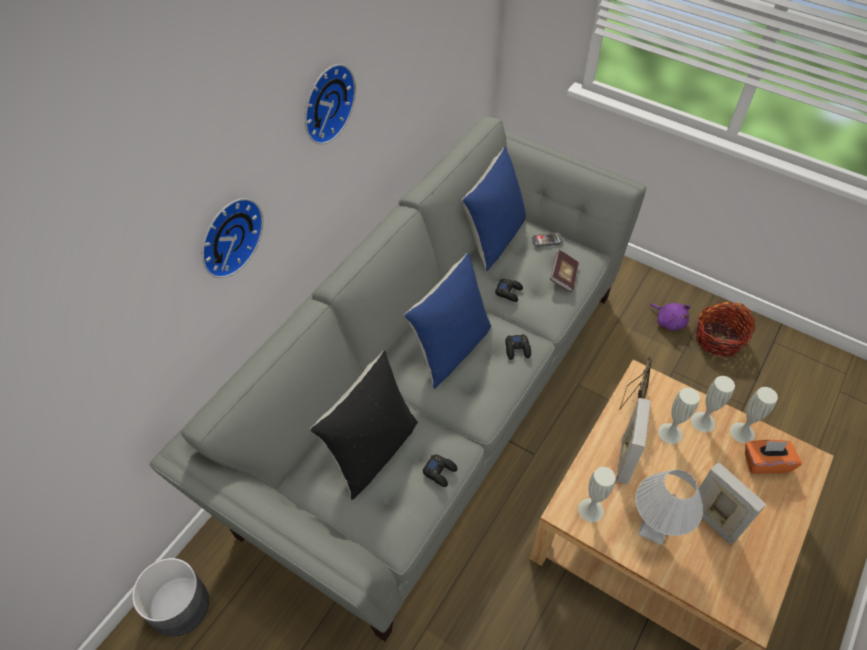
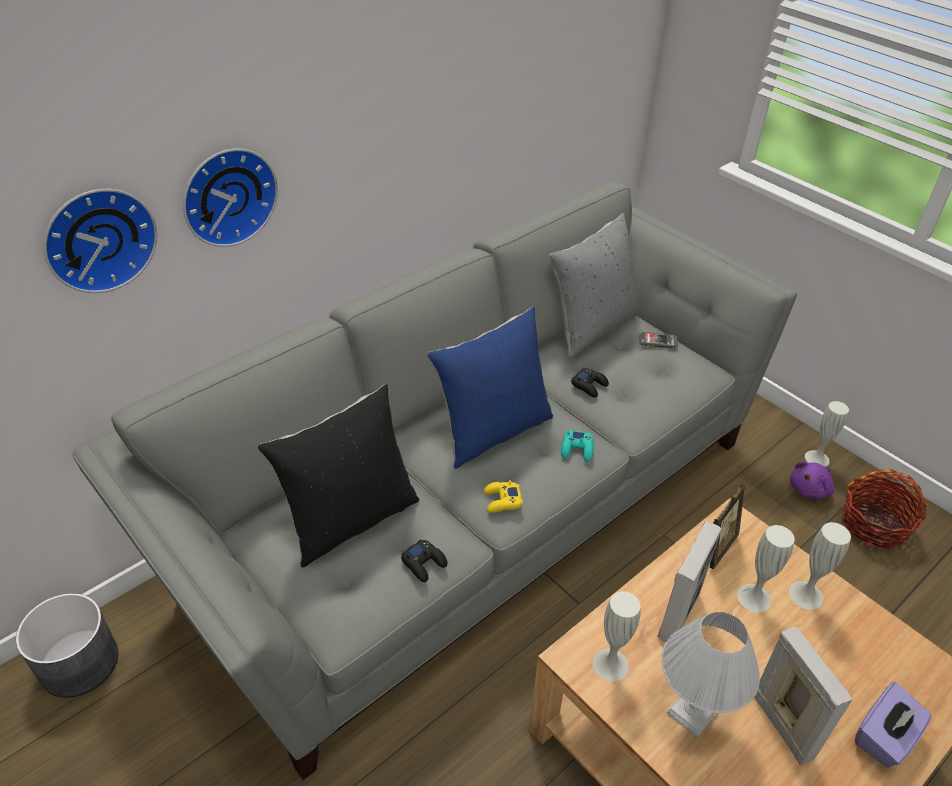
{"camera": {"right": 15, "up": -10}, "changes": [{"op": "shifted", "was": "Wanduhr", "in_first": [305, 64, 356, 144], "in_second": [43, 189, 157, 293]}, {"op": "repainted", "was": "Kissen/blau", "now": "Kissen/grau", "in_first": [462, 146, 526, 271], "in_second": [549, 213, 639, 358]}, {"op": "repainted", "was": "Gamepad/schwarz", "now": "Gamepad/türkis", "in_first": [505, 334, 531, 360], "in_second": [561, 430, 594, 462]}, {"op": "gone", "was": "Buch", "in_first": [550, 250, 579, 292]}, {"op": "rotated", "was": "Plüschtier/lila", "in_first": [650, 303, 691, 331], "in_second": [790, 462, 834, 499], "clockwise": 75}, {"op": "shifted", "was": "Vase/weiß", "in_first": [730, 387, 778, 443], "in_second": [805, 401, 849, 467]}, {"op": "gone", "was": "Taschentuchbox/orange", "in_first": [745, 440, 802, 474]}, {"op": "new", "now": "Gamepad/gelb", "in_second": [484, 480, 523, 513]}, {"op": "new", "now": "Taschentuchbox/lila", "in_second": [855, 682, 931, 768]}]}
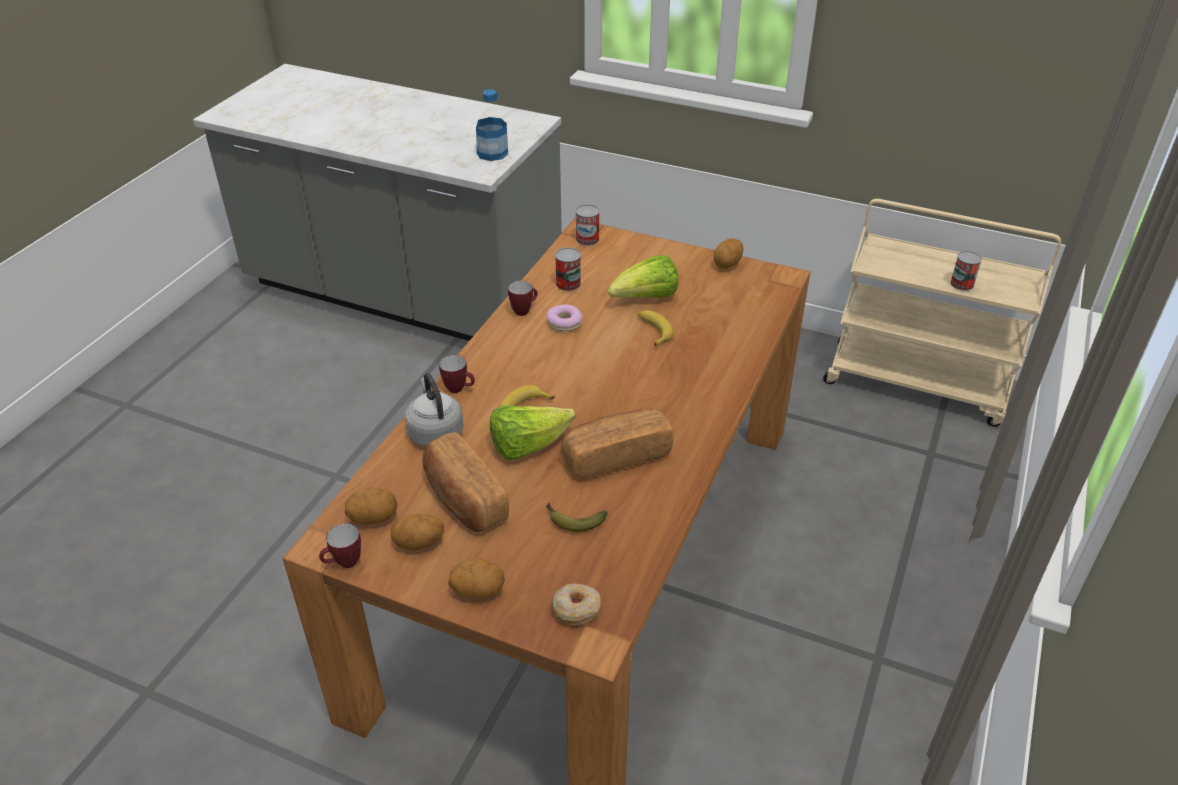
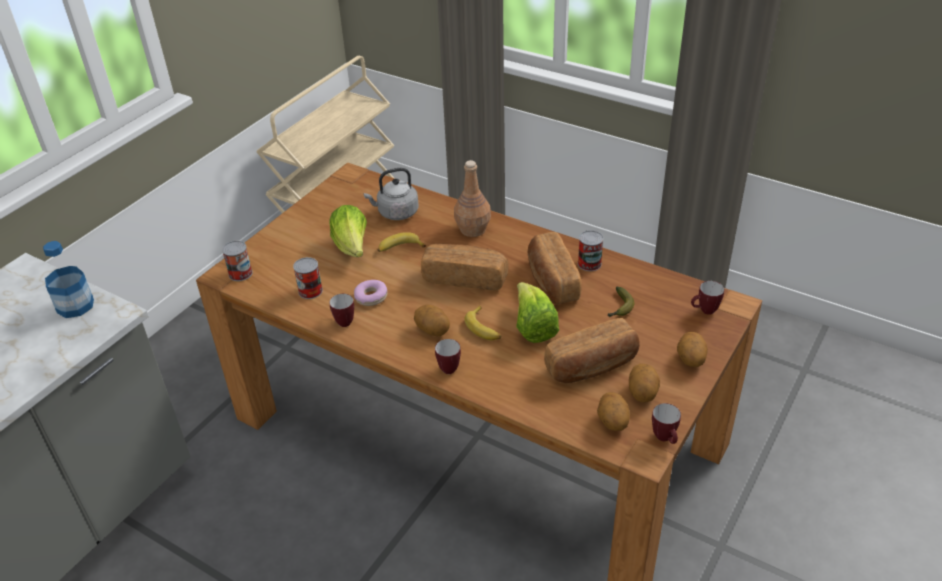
{"camera": {"right": -80, "up": 0}, "changes": [{"op": "shifted", "was": "Wasserkessel/grau", "in_first": [405, 373, 464, 447], "in_second": [364, 168, 419, 220]}, {"op": "swapped", "was": "Donut", "now": "Henkelbecher", "in_first": [551, 583, 601, 625], "in_second": [691, 281, 724, 315]}, {"op": "shifted", "was": "Kartoffel", "in_first": [714, 238, 743, 269], "in_second": [414, 305, 450, 336]}, {"op": "shifted", "was": "Dose", "in_first": [950, 251, 982, 291], "in_second": [578, 230, 604, 271]}, {"op": "new", "now": "Brot", "in_second": [421, 243, 509, 290]}, {"op": "new", "now": "Flasche/braun", "in_second": [454, 160, 491, 237]}]}
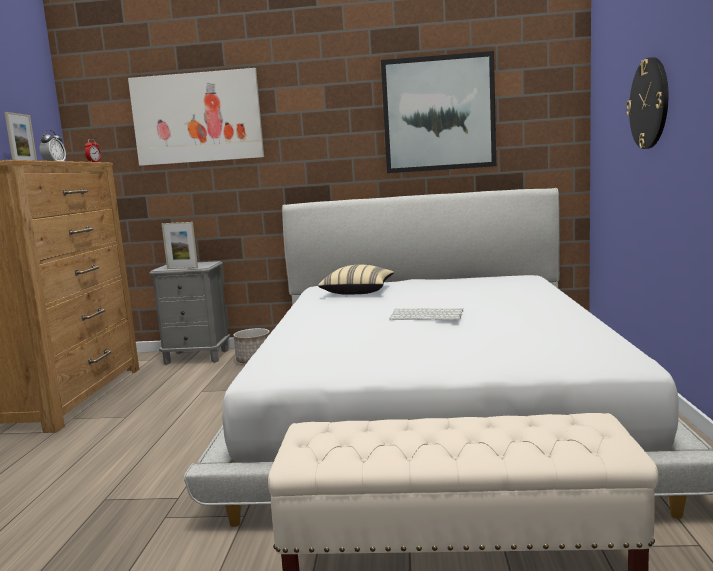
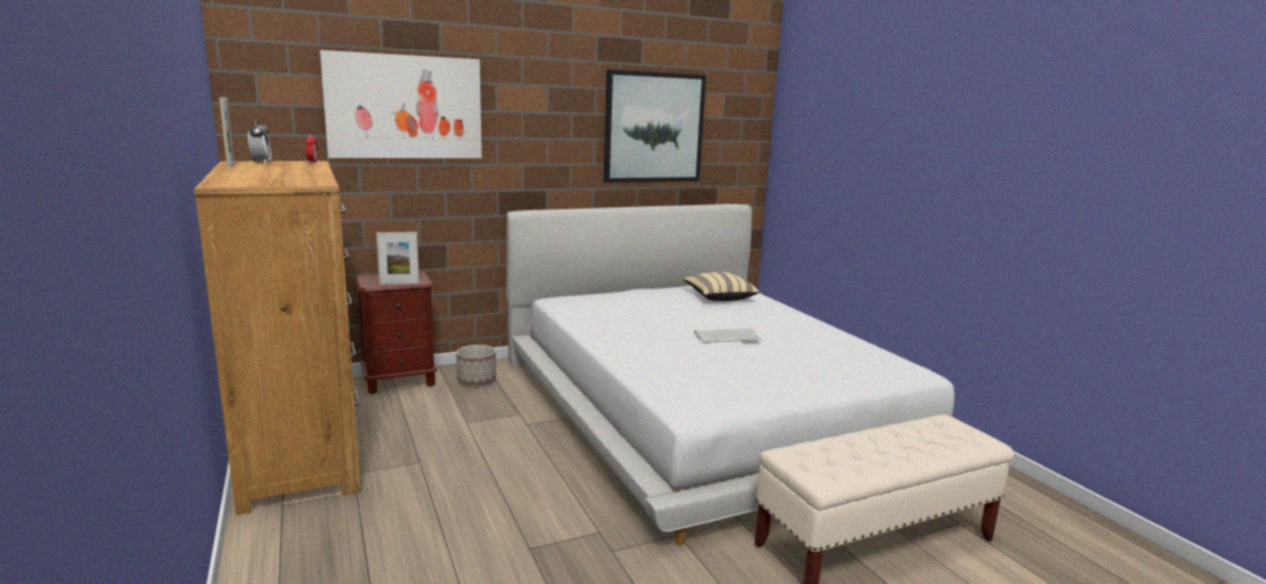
{"camera": {"right": -30, "up": 5}, "changes": [{"op": "repainted", "was": "Nachttisch/grau", "now": "Nachttisch/braun", "in_first": [149, 261, 231, 365], "in_second": [355, 271, 437, 394]}, {"op": "shifted", "was": "Kissen/beige", "in_first": [318, 265, 394, 294], "in_second": [683, 272, 760, 301]}, {"op": "gone", "was": "Wanduhr", "in_first": [626, 57, 668, 149]}]}
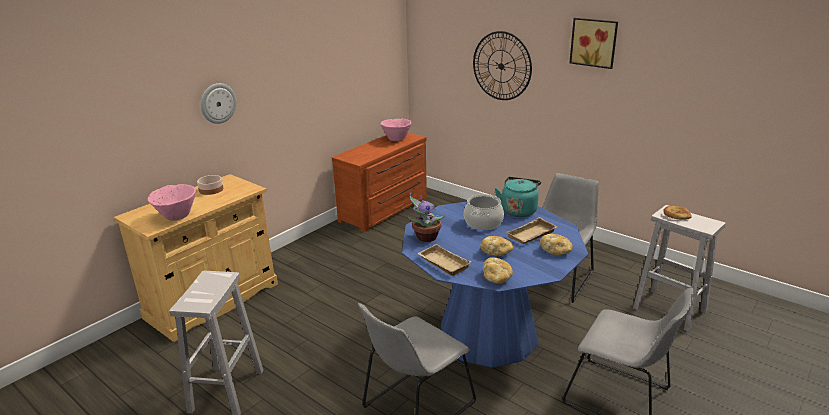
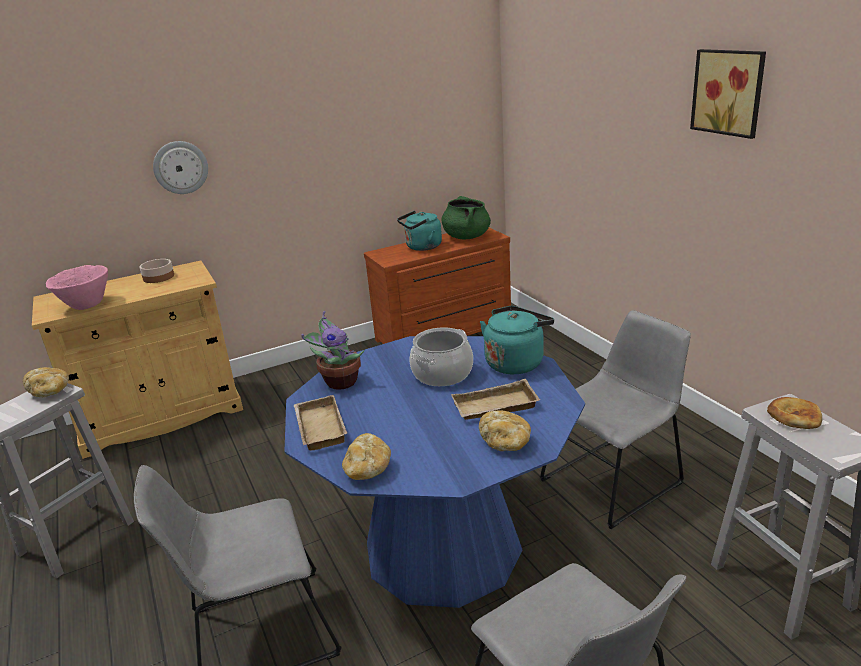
{"camera": {"right": 25, "up": 0}, "changes": [{"op": "swapped", "was": "Schüssel/rosa", "now": "Kochtopf/grün", "in_first": [380, 119, 411, 141], "in_second": [441, 196, 491, 239]}, {"op": "gone", "was": "Wanduhr", "in_first": [473, 31, 532, 100]}, {"op": "shifted", "was": "Brot", "in_first": [480, 236, 513, 256], "in_second": [23, 367, 69, 397]}, {"op": "new", "now": "Wasserkessel/türkis", "in_second": [397, 211, 442, 251]}]}
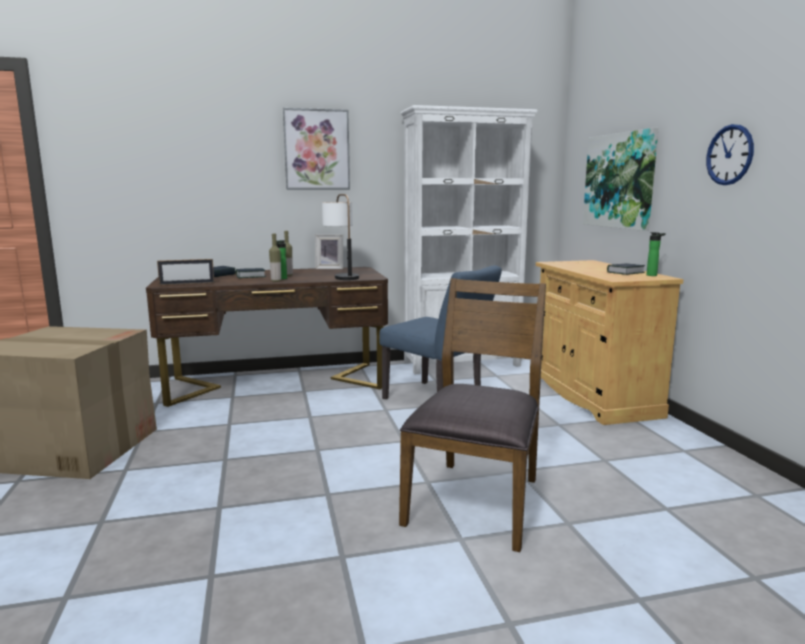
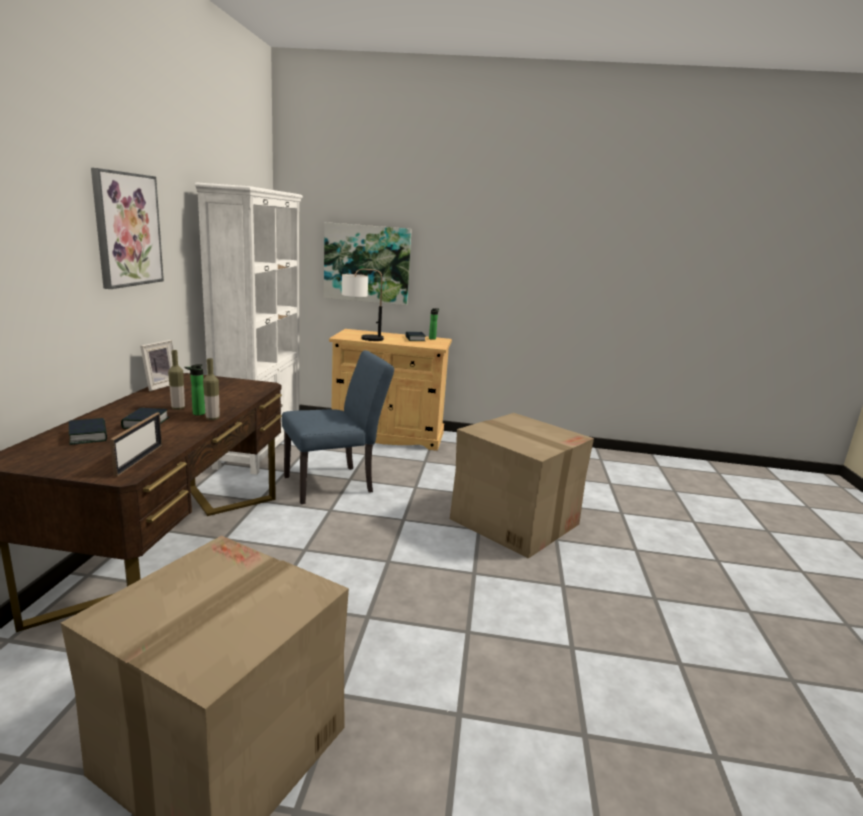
{"camera": {"right": -70, "up": 5}, "changes": [{"op": "shifted", "was": "Tischlampe", "in_first": [322, 194, 359, 280], "in_second": [342, 269, 384, 341]}, {"op": "swapped", "was": "Stuhl/braun", "now": "Karton", "in_first": [399, 278, 546, 552], "in_second": [450, 413, 594, 558]}, {"op": "gone", "was": "Wanduhr", "in_first": [706, 124, 754, 185]}]}
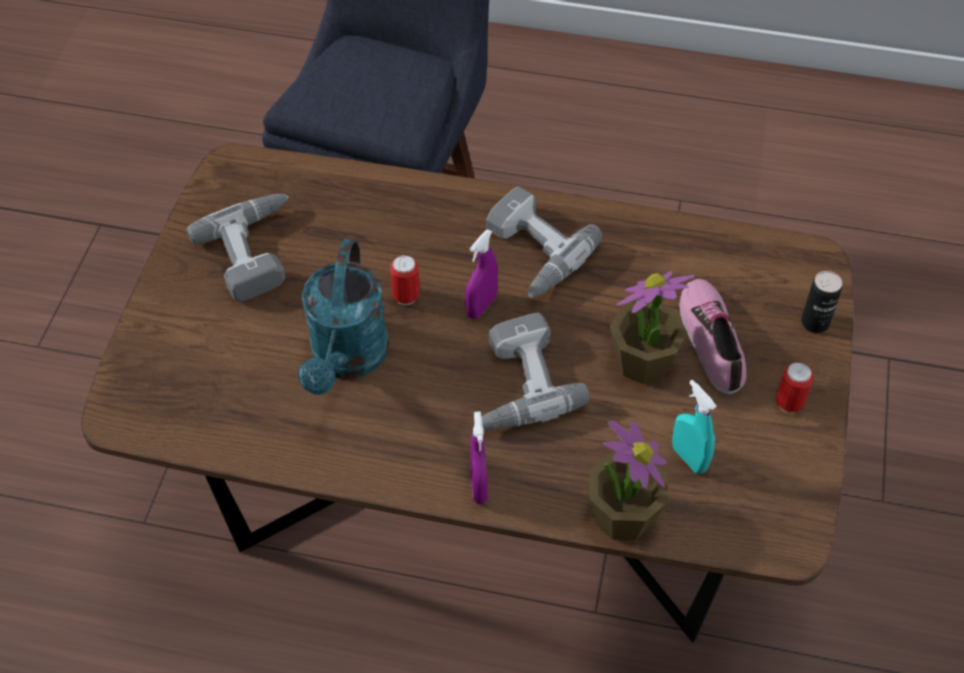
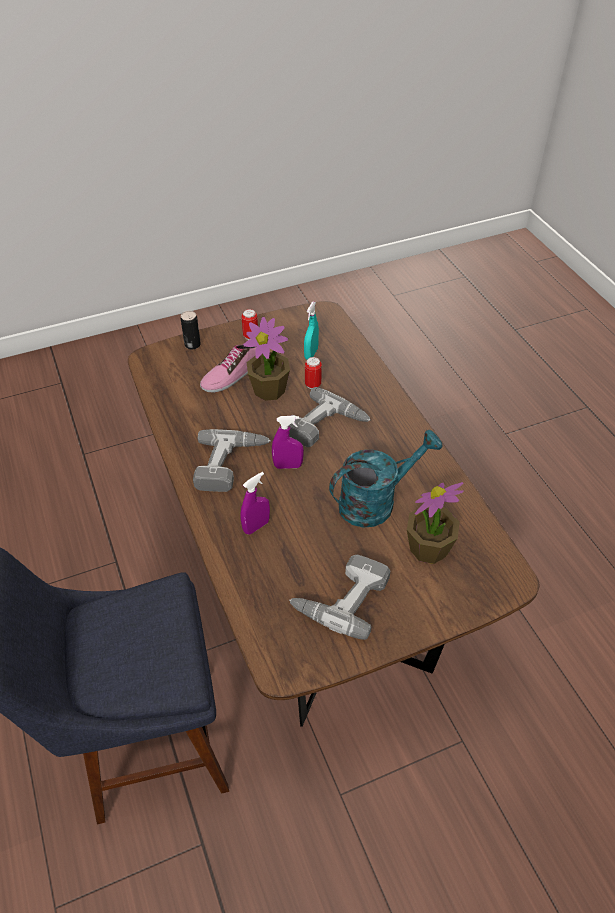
{"camera": {"right": -125, "up": -5}, "changes": [{"op": "shifted", "was": "Dose", "in_first": [390, 255, 420, 305], "in_second": [305, 357, 322, 389]}, {"op": "shifted", "was": "Sprühflasche/lila", "in_first": [470, 411, 488, 504], "in_second": [241, 472, 270, 535]}, {"op": "shifted", "was": "Topfpflanze", "in_first": [589, 420, 668, 540], "in_second": [407, 482, 464, 564]}]}
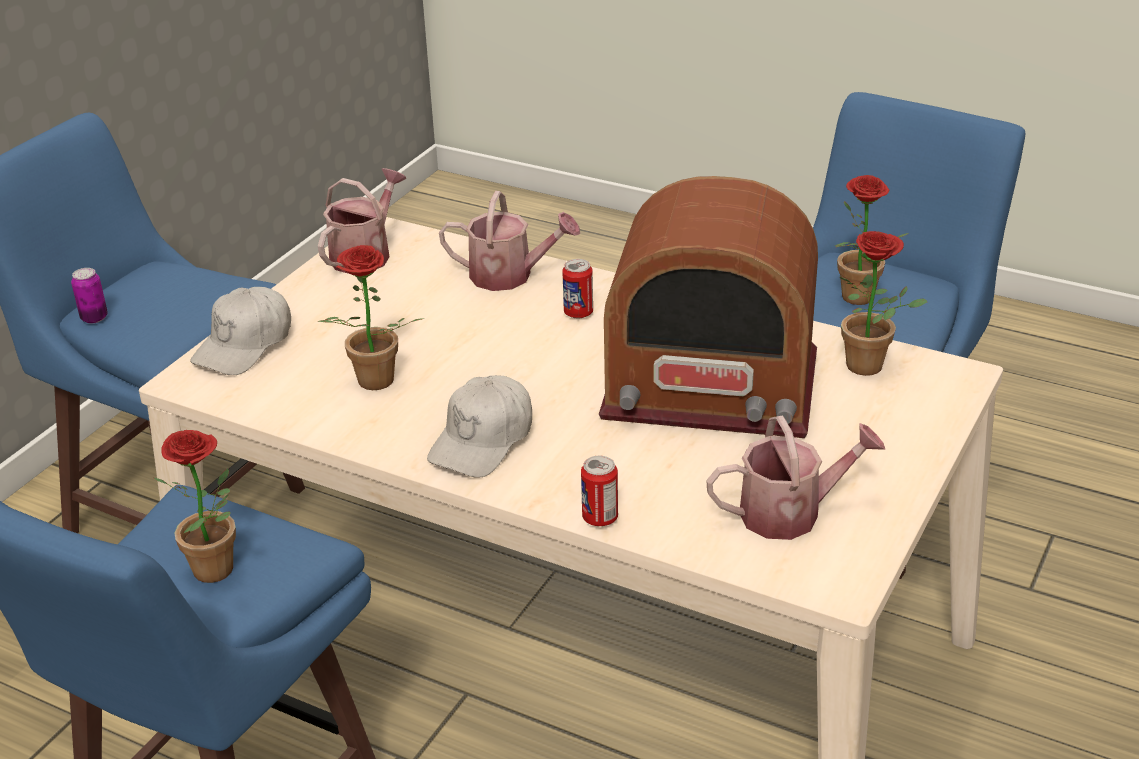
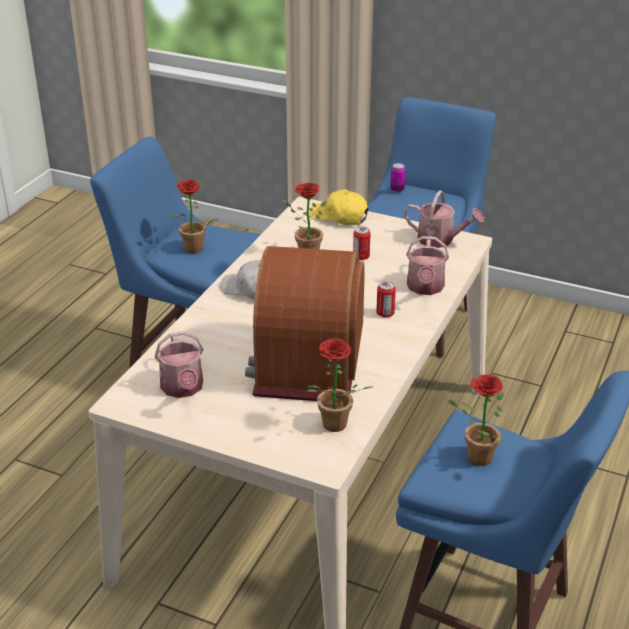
{"camera": {"right": 85, "up": 0}, "changes": [{"op": "repainted", "was": "Kappe/weiß", "now": "Kappe/gelb", "in_first": [190, 287, 291, 375], "in_second": [309, 189, 369, 225]}, {"op": "shifted", "was": "Dose", "in_first": [581, 456, 618, 526], "in_second": [353, 226, 371, 260]}]}
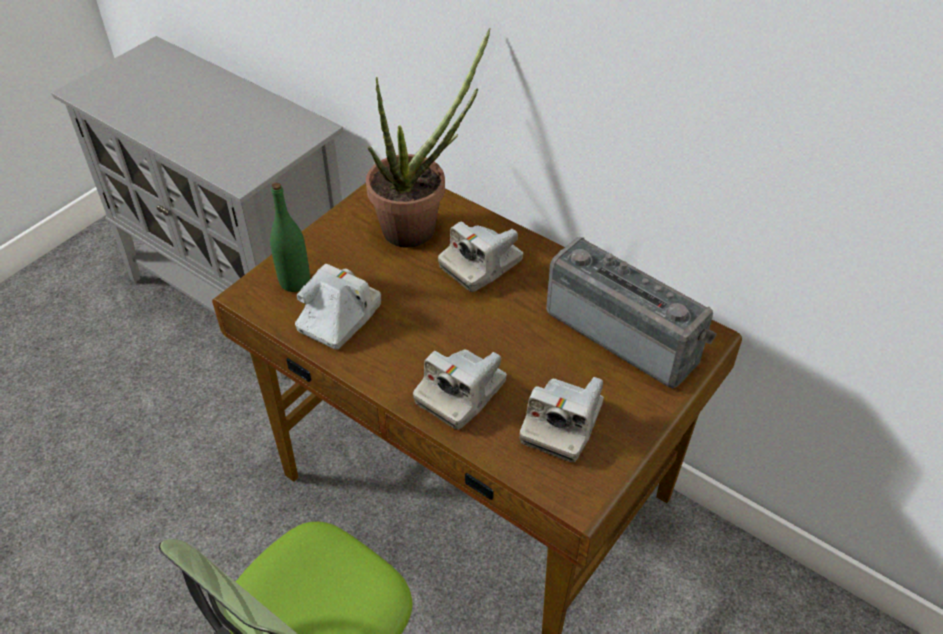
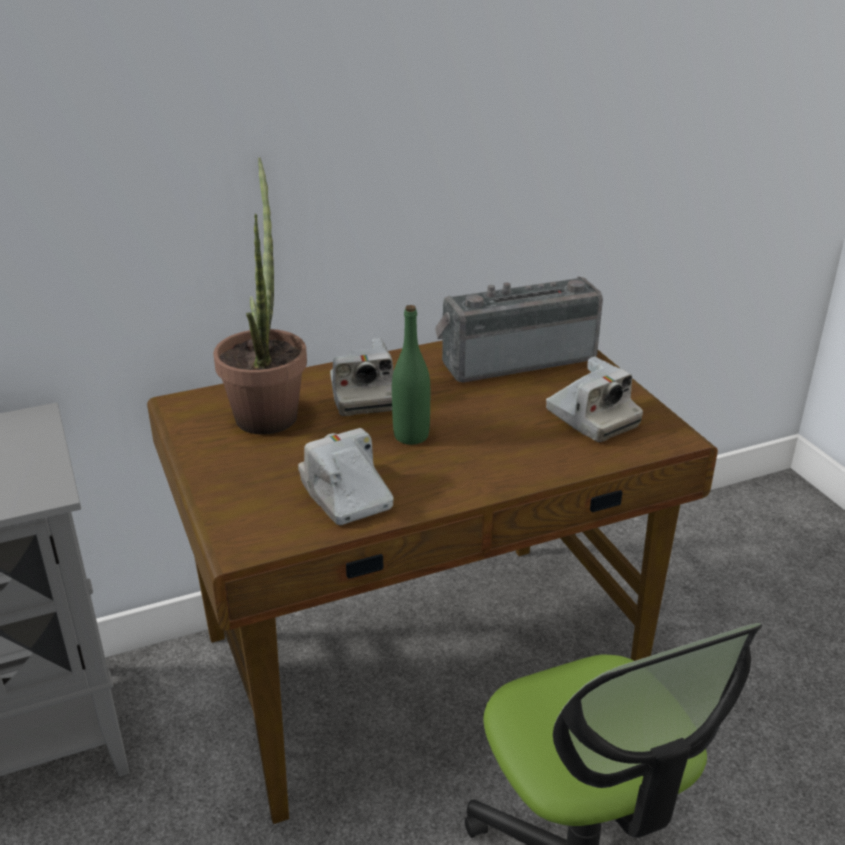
{"camera": {"right": -60, "up": -15}, "changes": [{"op": "shifted", "was": "Flasche/grün", "in_first": [270, 182, 310, 292], "in_second": [392, 305, 430, 445]}, {"op": "gone", "was": "Kamera", "in_first": [413, 349, 507, 430]}]}
